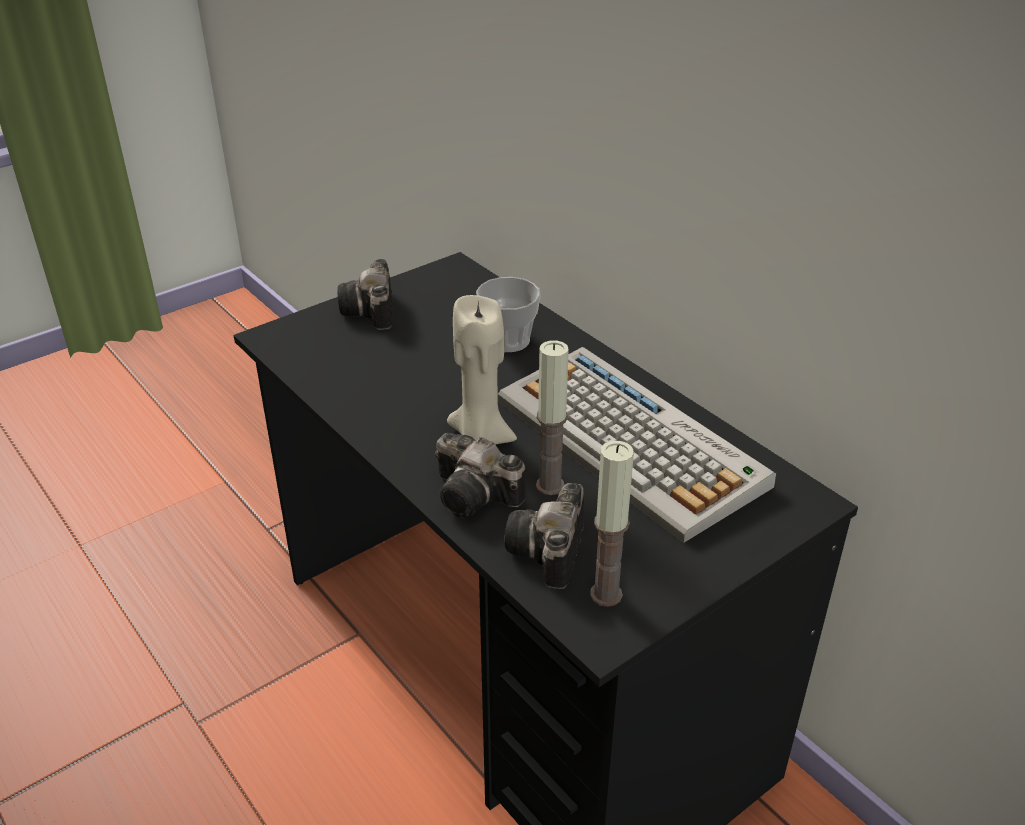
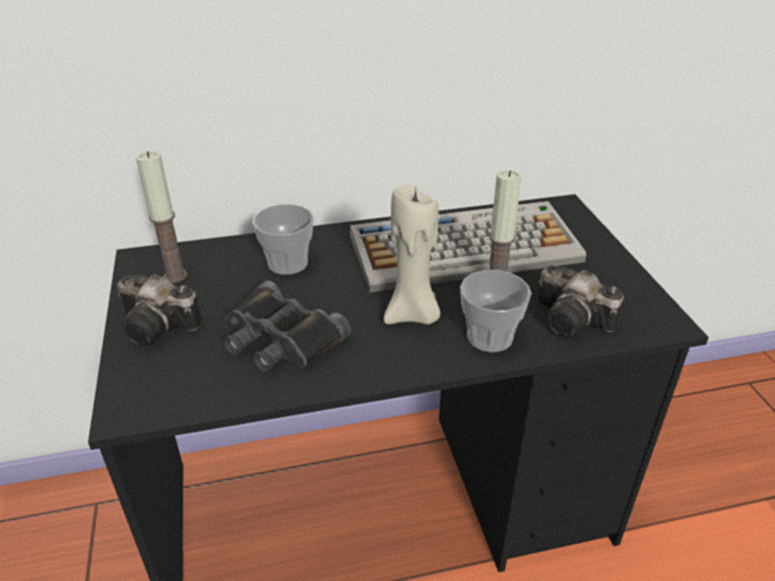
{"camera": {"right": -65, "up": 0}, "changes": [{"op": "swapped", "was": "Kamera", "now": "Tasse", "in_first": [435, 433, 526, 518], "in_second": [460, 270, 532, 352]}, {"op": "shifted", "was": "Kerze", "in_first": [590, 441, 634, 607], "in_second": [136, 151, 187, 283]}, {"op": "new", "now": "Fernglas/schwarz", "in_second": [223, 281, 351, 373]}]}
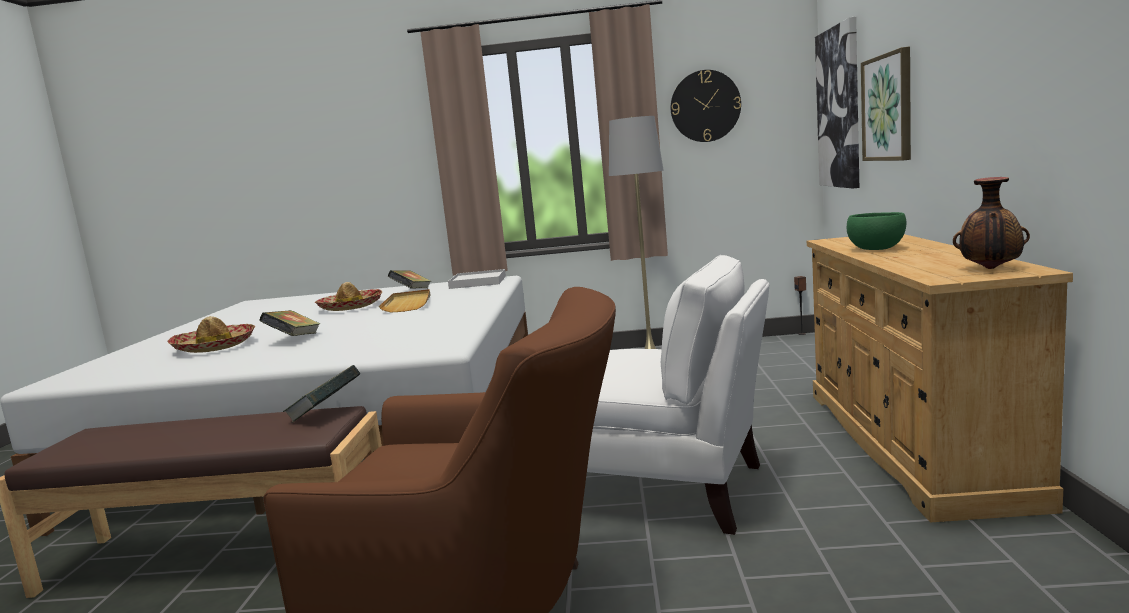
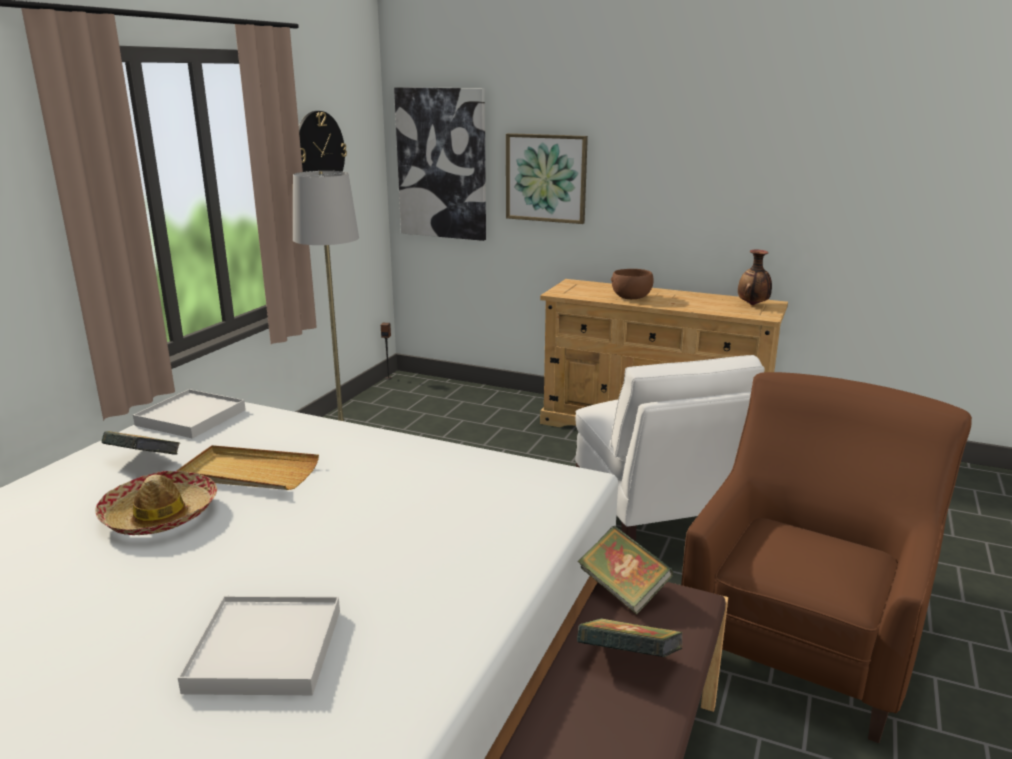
{"camera": {"right": -70, "up": 10}, "changes": [{"op": "swapped", "was": "Hut", "now": "Tablett/weiß", "in_first": [168, 316, 255, 353], "in_second": [178, 596, 340, 695]}, {"op": "shifted", "was": "Buch", "in_first": [259, 310, 320, 336], "in_second": [577, 618, 683, 657]}, {"op": "rotated", "was": "Sessel/weiß", "in_first": [587, 255, 769, 535], "in_second": [575, 355, 765, 541], "clockwise": 120}, {"op": "repainted", "was": "Schüssel/grün", "now": "Schüssel/braun", "in_first": [847, 212, 907, 250], "in_second": [611, 269, 654, 299]}]}
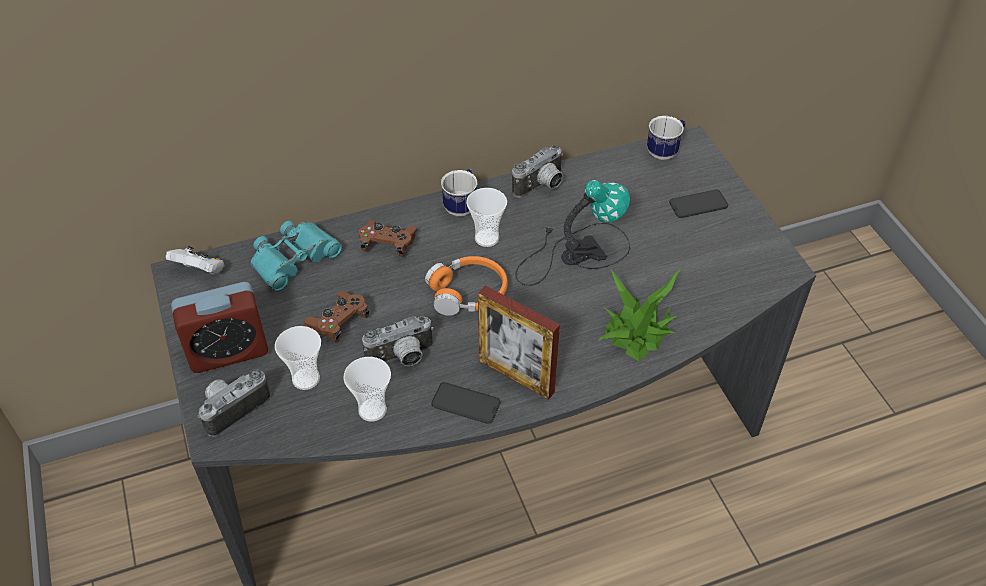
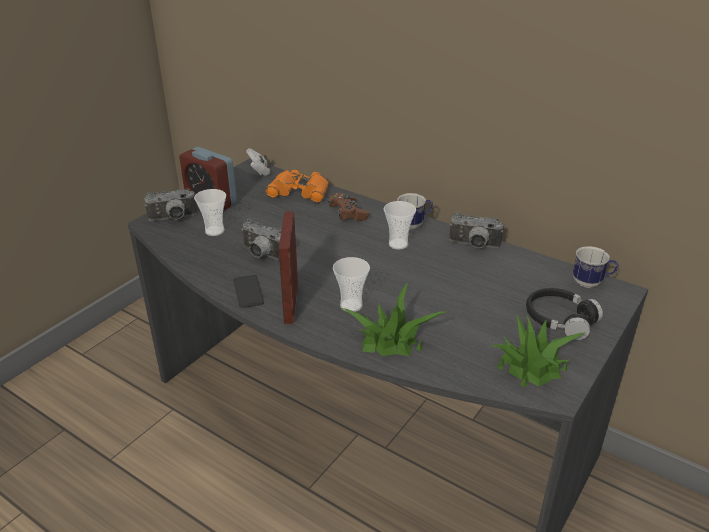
{"camera": {"right": 55, "up": -15}, "changes": [{"op": "rotated", "was": "Kamera", "in_first": [198, 369, 270, 437], "in_second": [144, 188, 197, 221], "clockwise": 150}, {"op": "repainted", "was": "Fernglas/türkis", "now": "Fernglas/orange", "in_first": [251, 221, 342, 292], "in_second": [266, 170, 329, 203]}, {"op": "gone", "was": "Gamepad/braun", "in_first": [304, 291, 370, 343]}, {"op": "shifted", "was": "Tasse", "in_first": [343, 357, 391, 422], "in_second": [333, 257, 370, 312]}, {"op": "gone", "was": "Kopfhörer/orange", "in_first": [425, 256, 508, 316]}, {"op": "gone", "was": "Tischlampe", "in_first": [515, 180, 630, 286]}, {"op": "swapped", "was": "Handy", "now": "Kopfhörer/schwarz", "in_first": [669, 189, 728, 218], "in_second": [526, 288, 603, 340]}, {"op": "new", "now": "Topfpflanze", "in_second": [492, 314, 584, 387]}]}
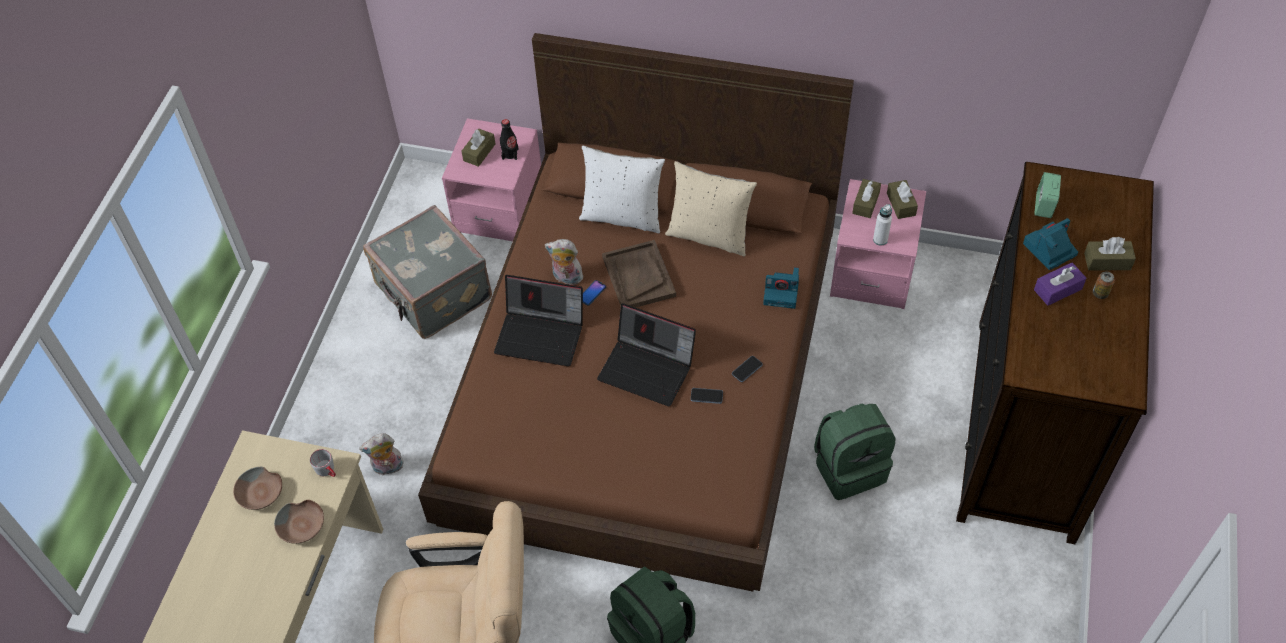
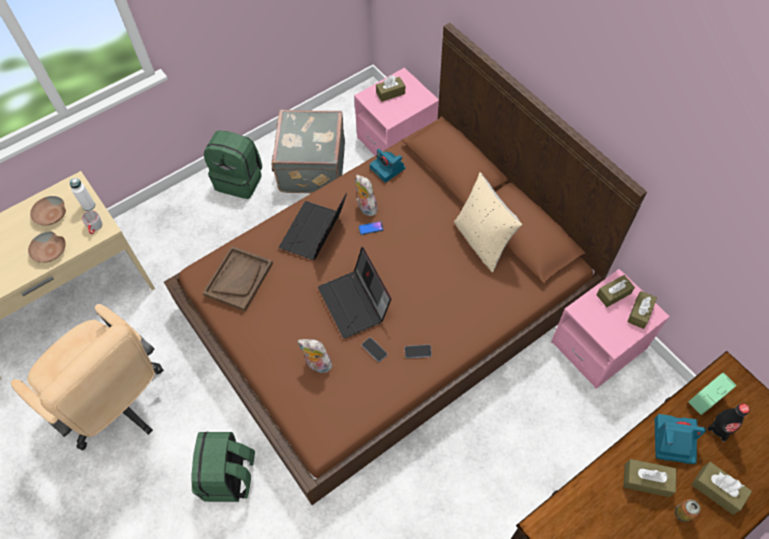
{"camera": {"right": 40, "up": 5}, "changes": [{"op": "shifted", "was": "Plüschtier", "in_first": [359, 433, 404, 475], "in_second": [297, 339, 332, 373]}, {"op": "rotated", "was": "Laptop", "in_first": [494, 275, 583, 366], "in_second": [279, 194, 347, 260], "clockwise": 60}, {"op": "shifted", "was": "Flasche/schwarz", "in_first": [500, 119, 519, 160], "in_second": [707, 403, 750, 442]}, {"op": "gone", "was": "Kissen/weiß", "in_first": [579, 146, 665, 233]}, {"op": "shifted", "was": "Tablett/braun", "in_first": [602, 240, 676, 308], "in_second": [203, 246, 273, 311]}, {"op": "shifted", "was": "Kamera", "in_first": [763, 267, 799, 309], "in_second": [370, 149, 405, 183]}, {"op": "shifted", "was": "Rucksack/grün", "in_first": [814, 403, 895, 500], "in_second": [204, 130, 262, 199]}, {"op": "shifted", "was": "Flasche/weiß", "in_first": [873, 204, 892, 246], "in_second": [70, 178, 95, 211]}, {"op": "repainted", "was": "Taschentuchbox/lila", "now": "Taschentuchbox/braun", "in_first": [1034, 262, 1087, 306], "in_second": [623, 459, 676, 497]}]}
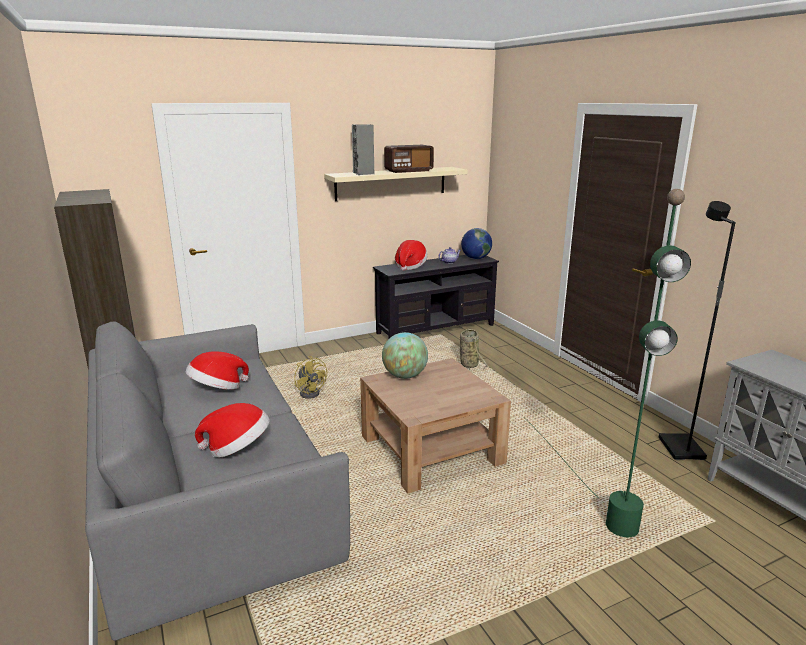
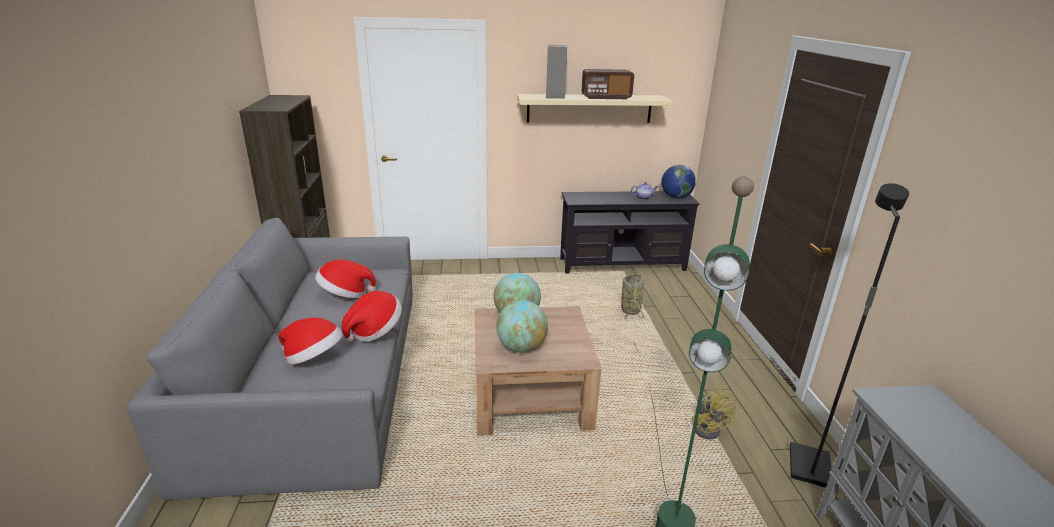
{"camera": {"right": 20, "up": 5}, "changes": [{"op": "shifted", "was": "Ventilator/gelb", "in_first": [294, 356, 327, 399], "in_second": [692, 387, 737, 439]}, {"op": "shifted", "was": "Hut", "in_first": [395, 240, 428, 271], "in_second": [341, 291, 402, 343]}, {"op": "new", "now": "Globus", "in_second": [496, 300, 548, 353]}]}
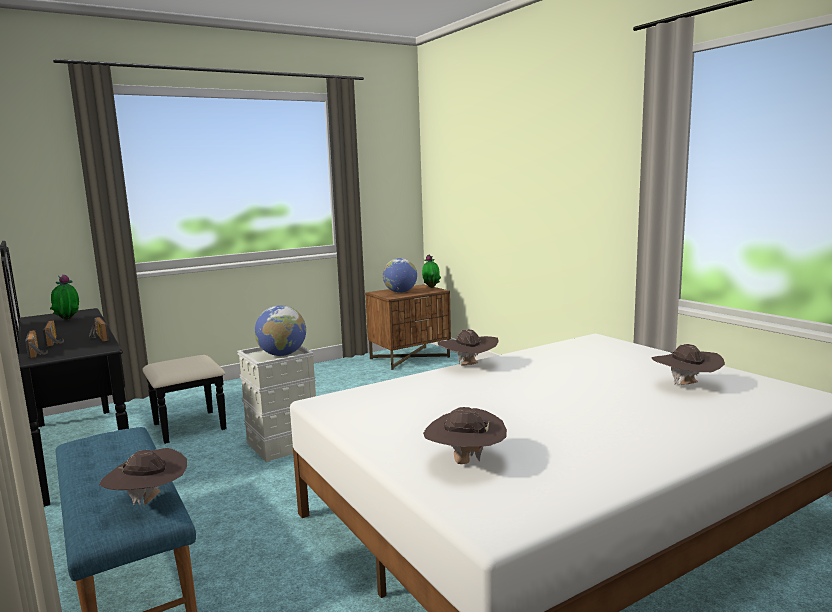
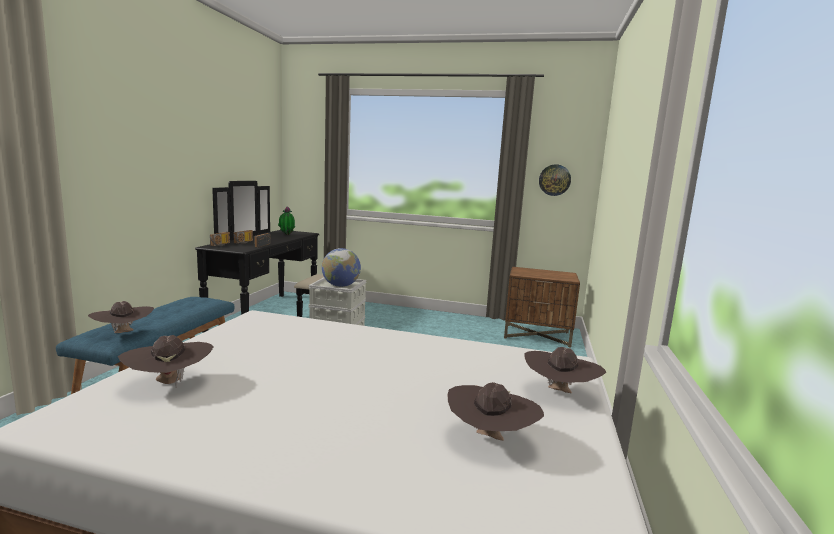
{"camera": {"right": 45, "up": 0}, "changes": [{"op": "gone", "was": "Globus", "in_first": [383, 258, 417, 293]}, {"op": "gone", "was": "Topfpflanze", "in_first": [422, 255, 441, 288]}, {"op": "shifted", "was": "Hut/braun", "in_first": [438, 329, 498, 365], "in_second": [524, 347, 606, 394]}, {"op": "new", "now": "Wanduhr", "in_second": [539, 164, 571, 196]}]}
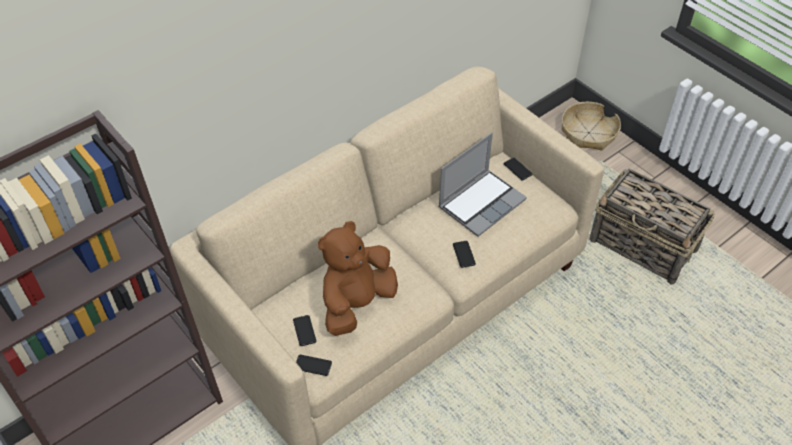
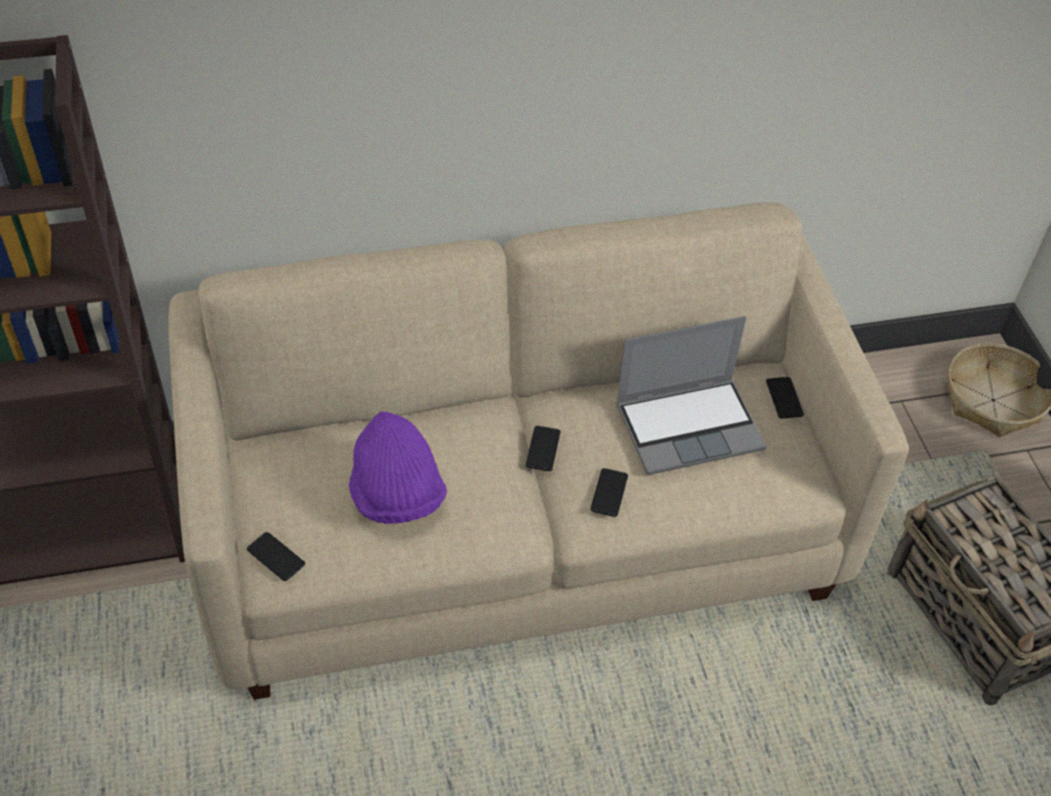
{"camera": {"right": 25, "up": 0}, "changes": [{"op": "shifted", "was": "Handy", "in_first": [293, 315, 317, 346], "in_second": [526, 426, 561, 471]}, {"op": "swapped", "was": "Plüschtier/braun", "now": "Hut/lila", "in_first": [318, 221, 398, 336], "in_second": [349, 412, 447, 524]}]}
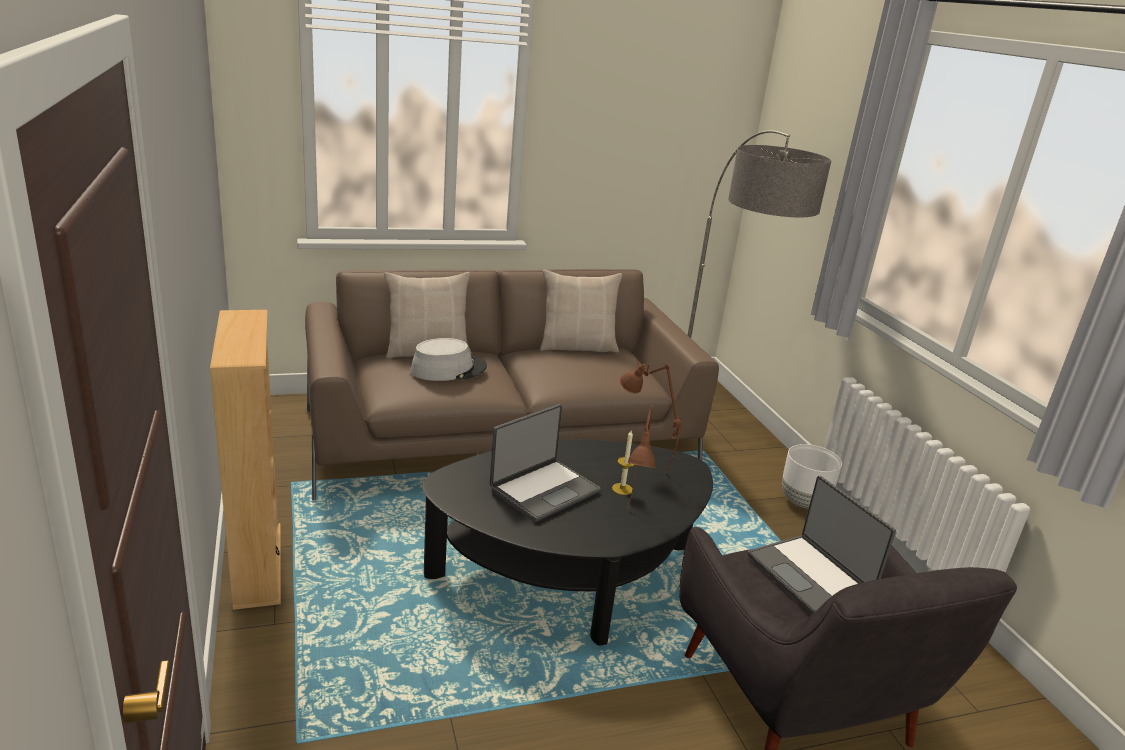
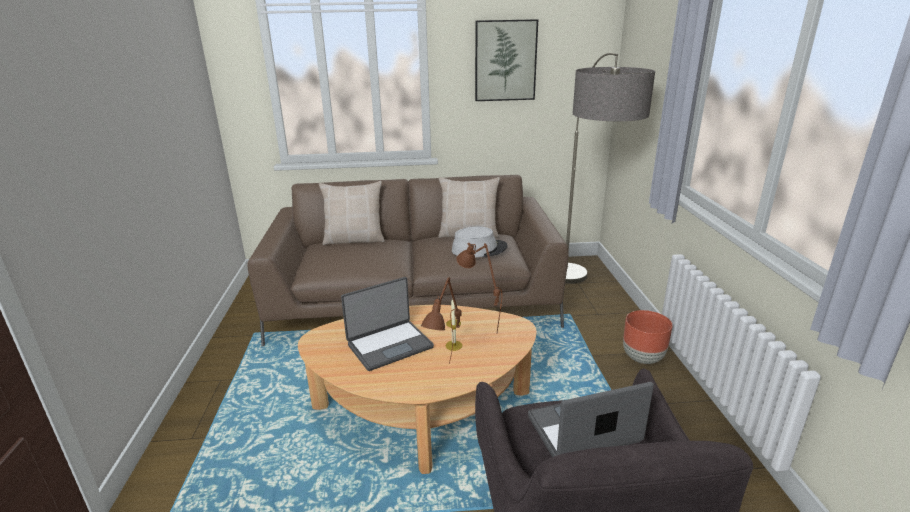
{"camera": {"right": 15, "up": 0}, "changes": [{"op": "gone", "was": "Bücherregal/beige", "in_first": [210, 310, 281, 610]}, {"op": "shifted", "was": "Hut/grau", "in_first": [410, 338, 487, 381], "in_second": [452, 227, 508, 257]}, {"op": "repainted", "was": "Couchtisch/schwarz", "now": "Couchtisch/beige", "in_first": [422, 439, 713, 646], "in_second": [298, 305, 537, 474]}, {"op": "rotated", "was": "Laptop", "in_first": [747, 476, 896, 614], "in_second": [528, 382, 654, 457], "clockwise": 90}, {"op": "repainted", "was": "Pflanzkübel/weiß", "now": "Pflanzkübel/braun", "in_first": [782, 444, 842, 509], "in_second": [623, 310, 673, 364]}, {"op": "new", "now": "Bild", "in_second": [475, 19, 538, 101]}]}
